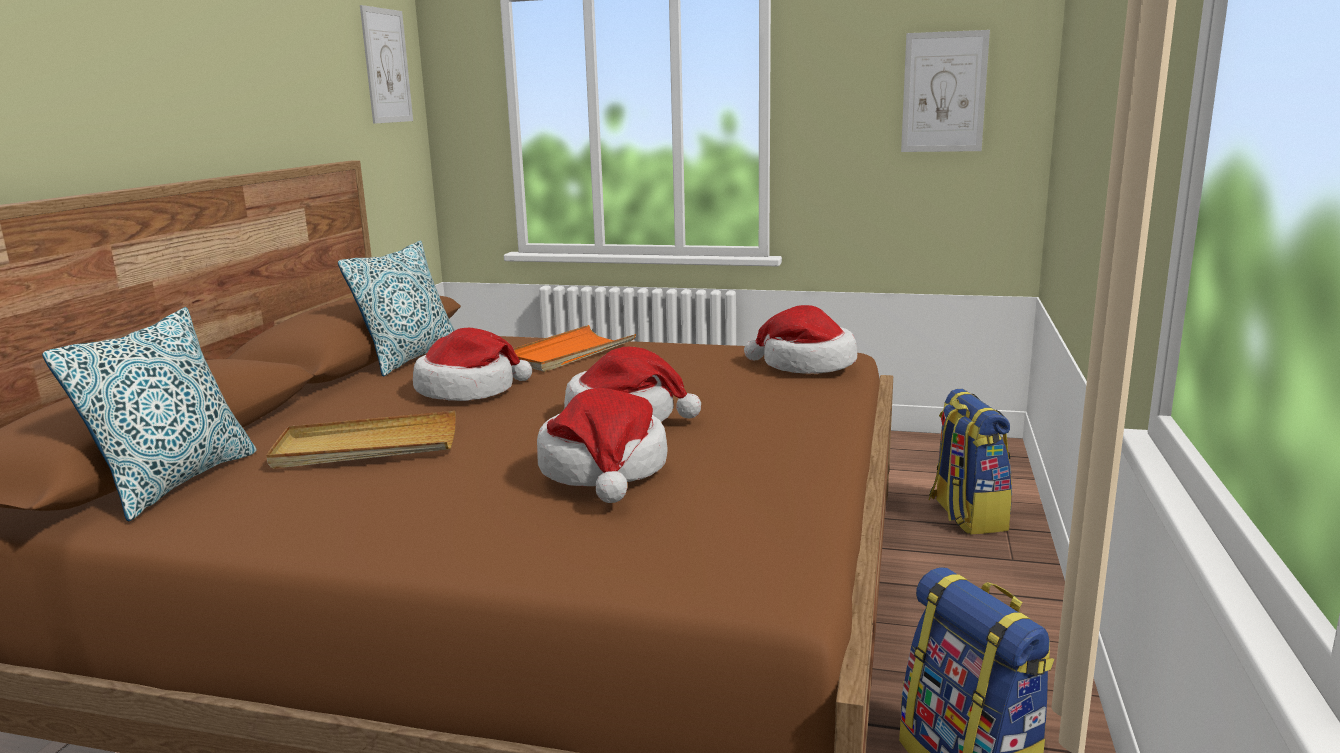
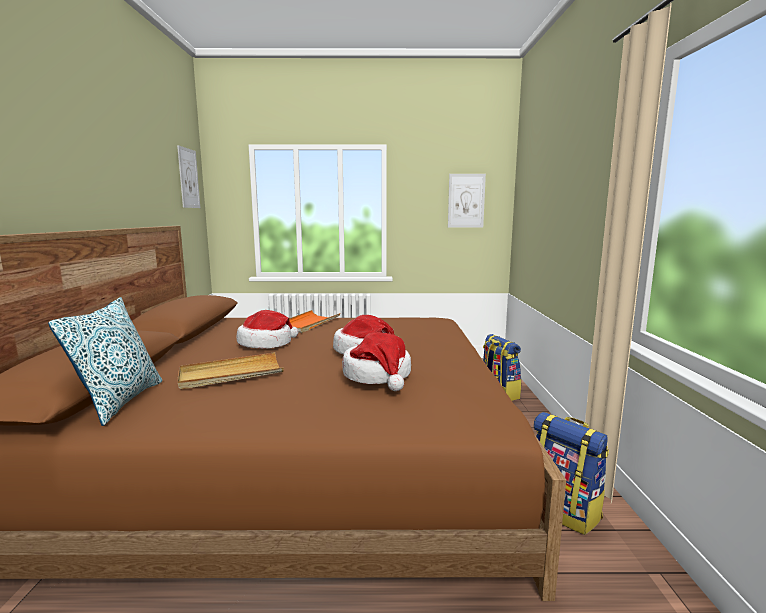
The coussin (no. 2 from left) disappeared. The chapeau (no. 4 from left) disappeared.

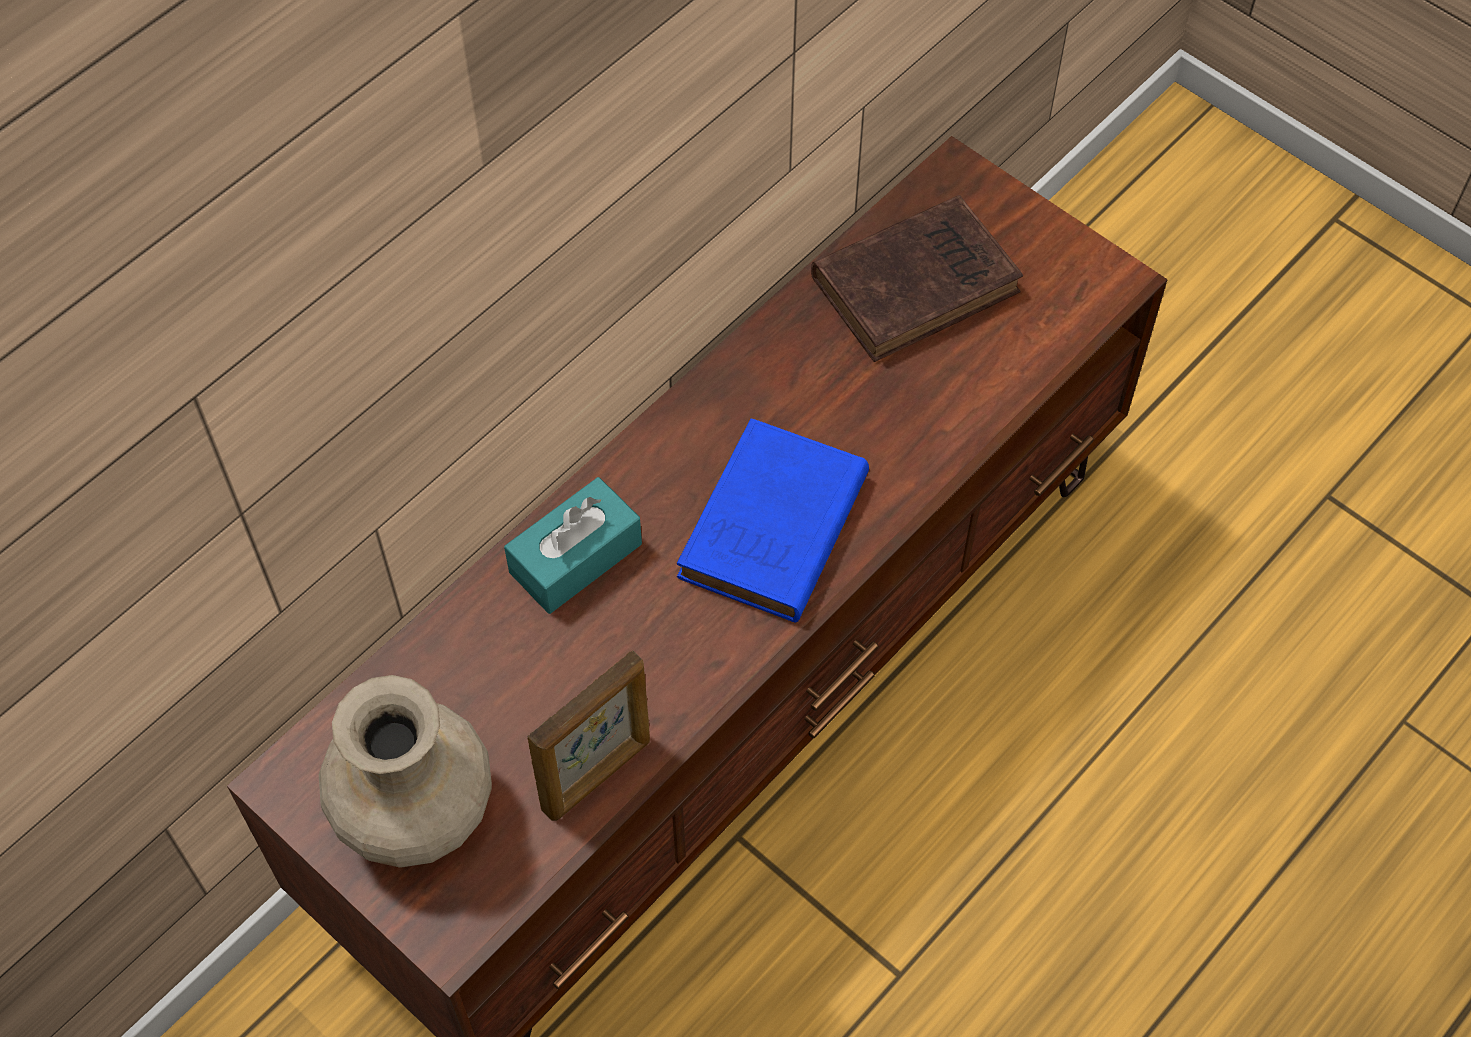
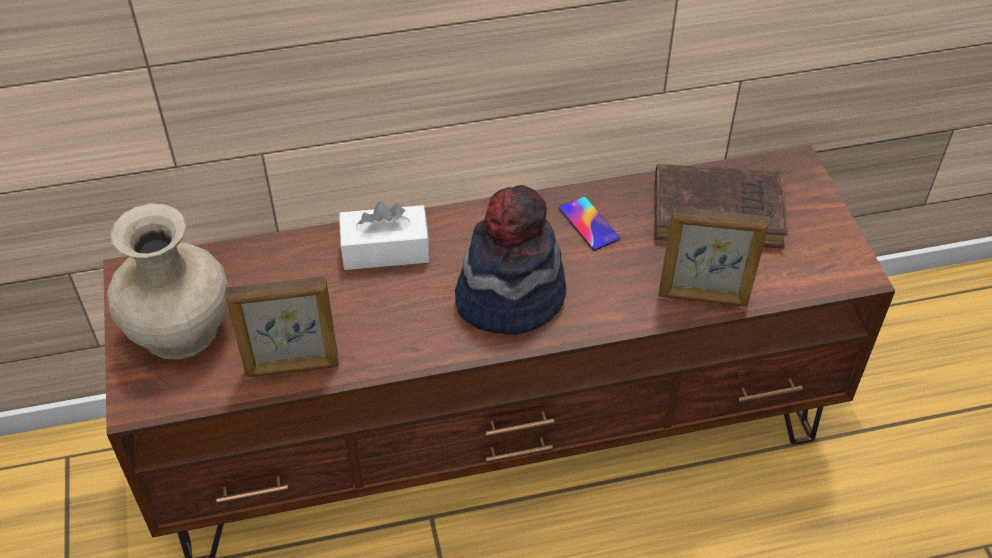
The téléphone appeared. The cadre photo (no. 2 from left) appeared. The livre [bleu] was replaced by the chapeau. The boîte à mouchoirs [turquoise] became the boîte à mouchoirs [blanc].

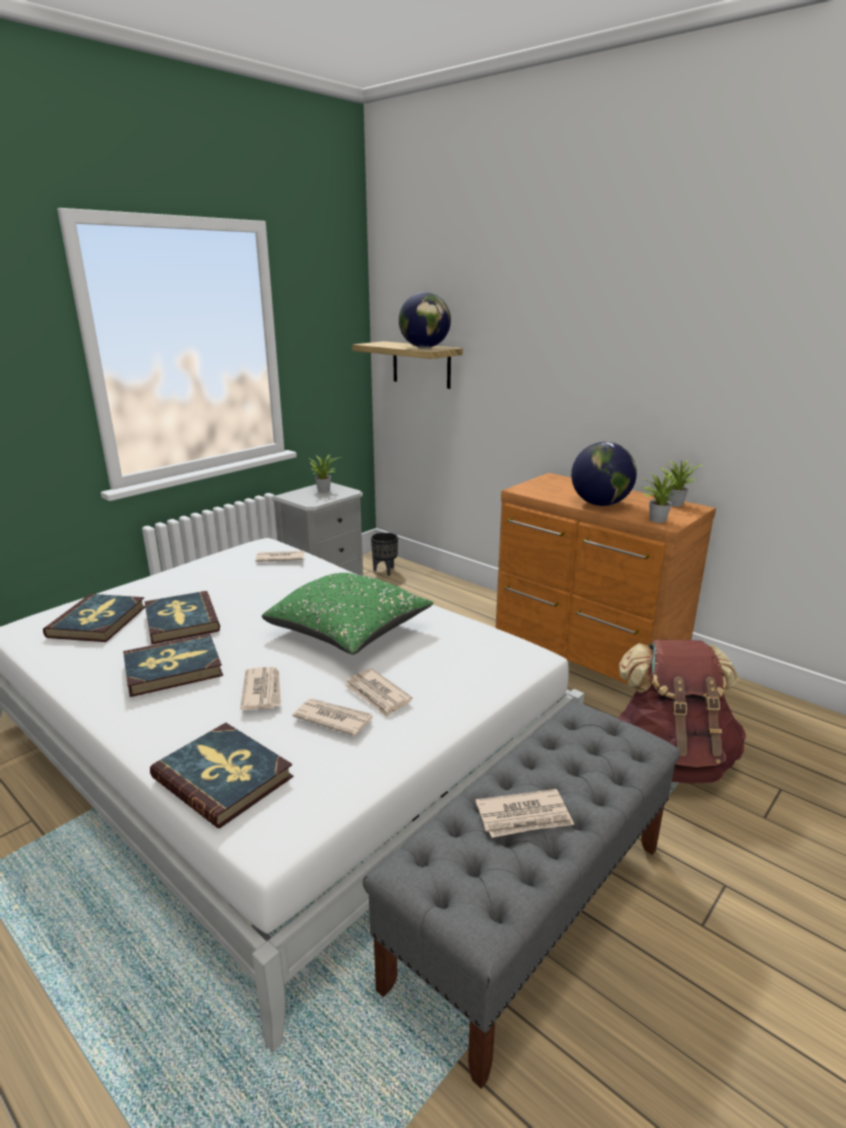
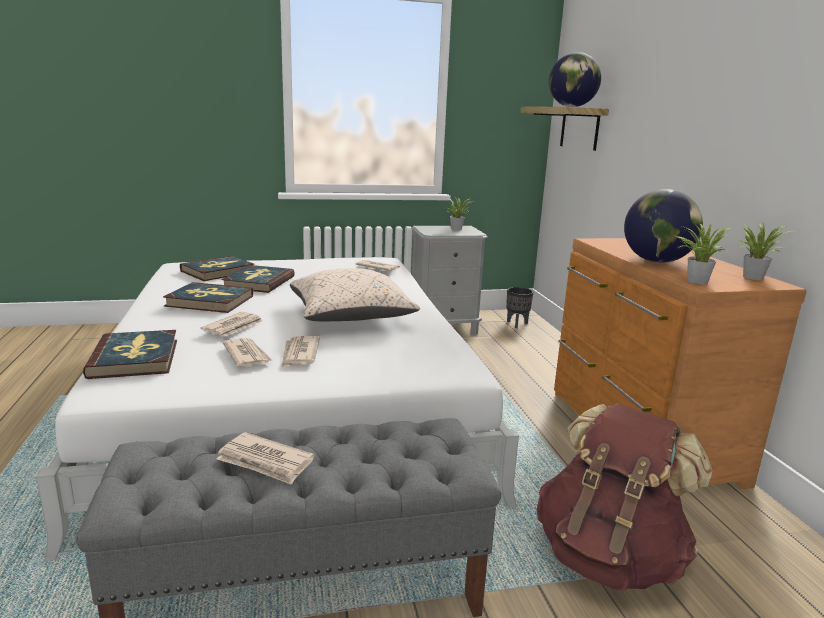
The coussin [vert] became the coussin [beige].

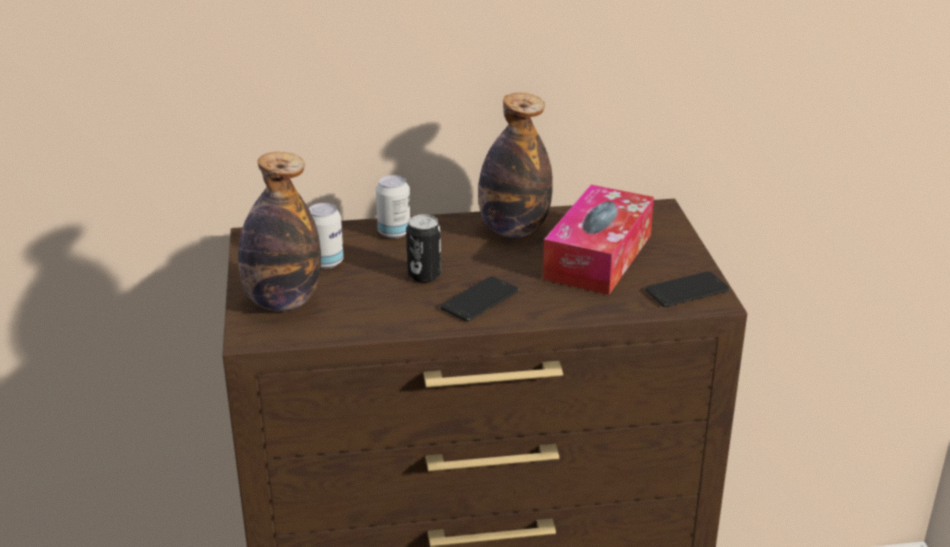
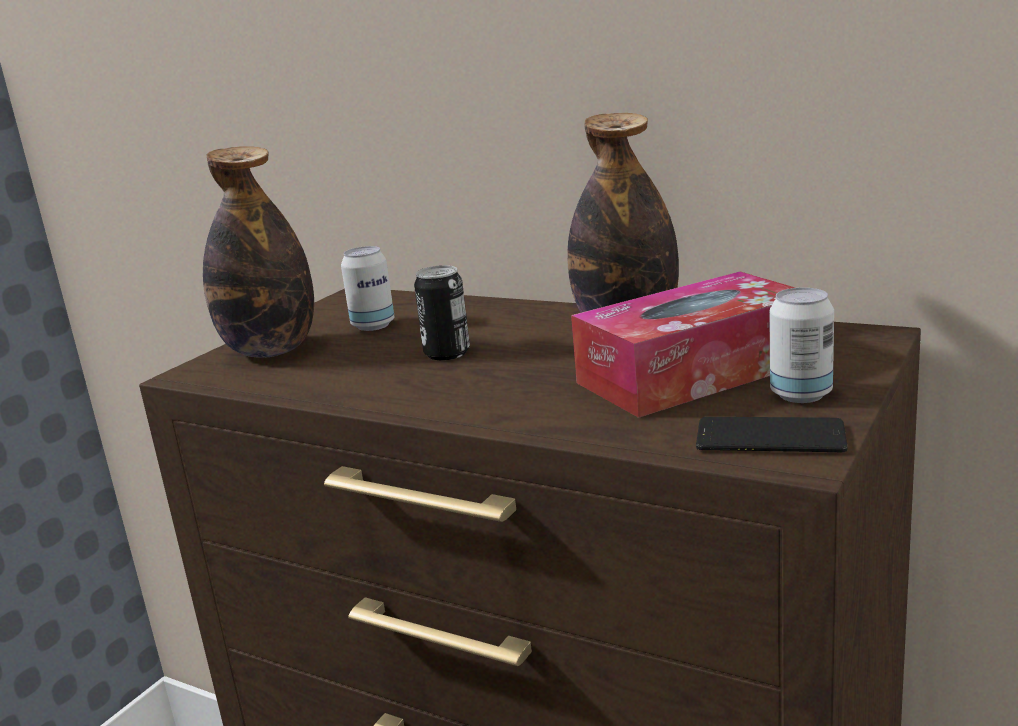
The téléphone (no. 1 from left) disappeared. The boîte métallique (no. 2 from left in the first image) moved.

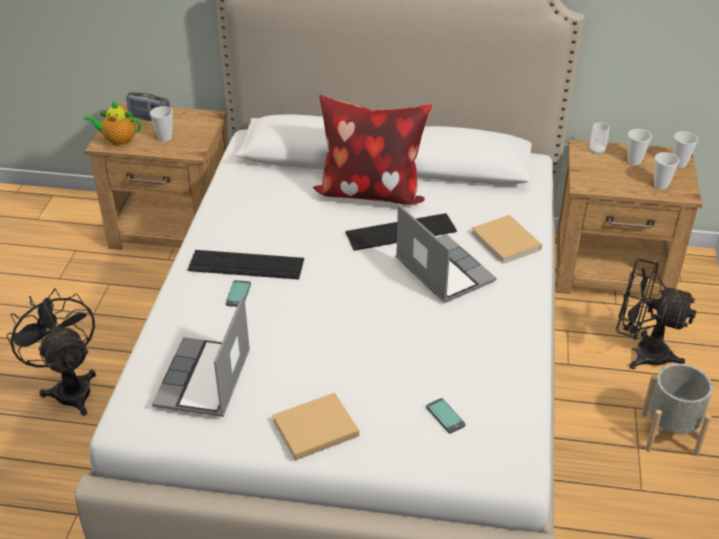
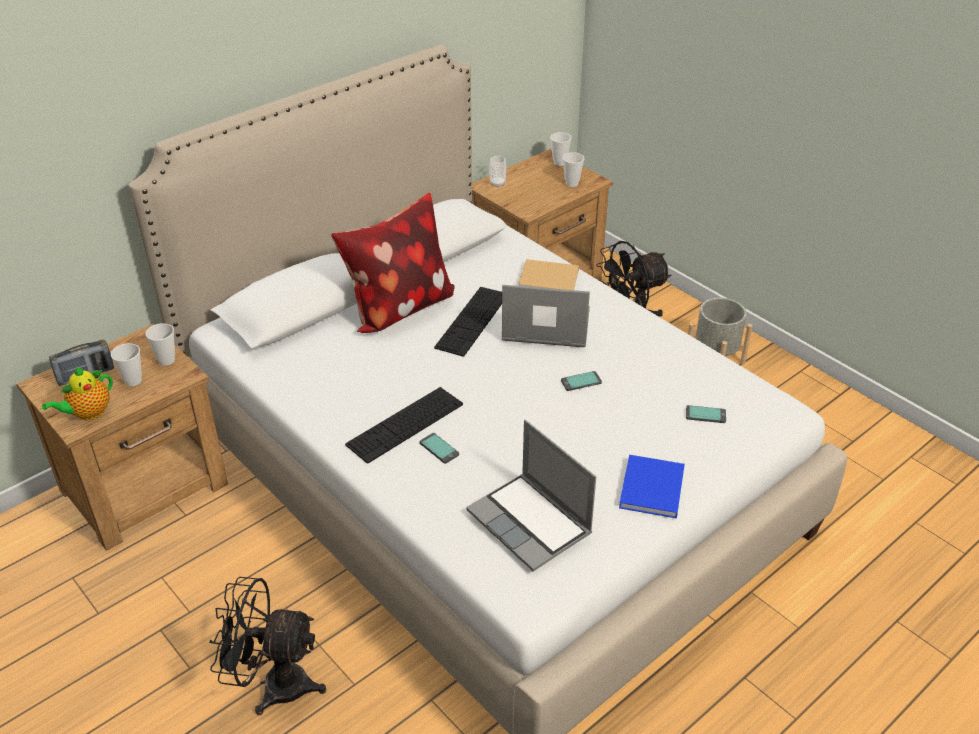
The téléphone (no. 2 from left) appeared. The tasse (no. 3 from left in the first image) moved. The livre [beige] (no. 1 from left) became the livre [bleu].

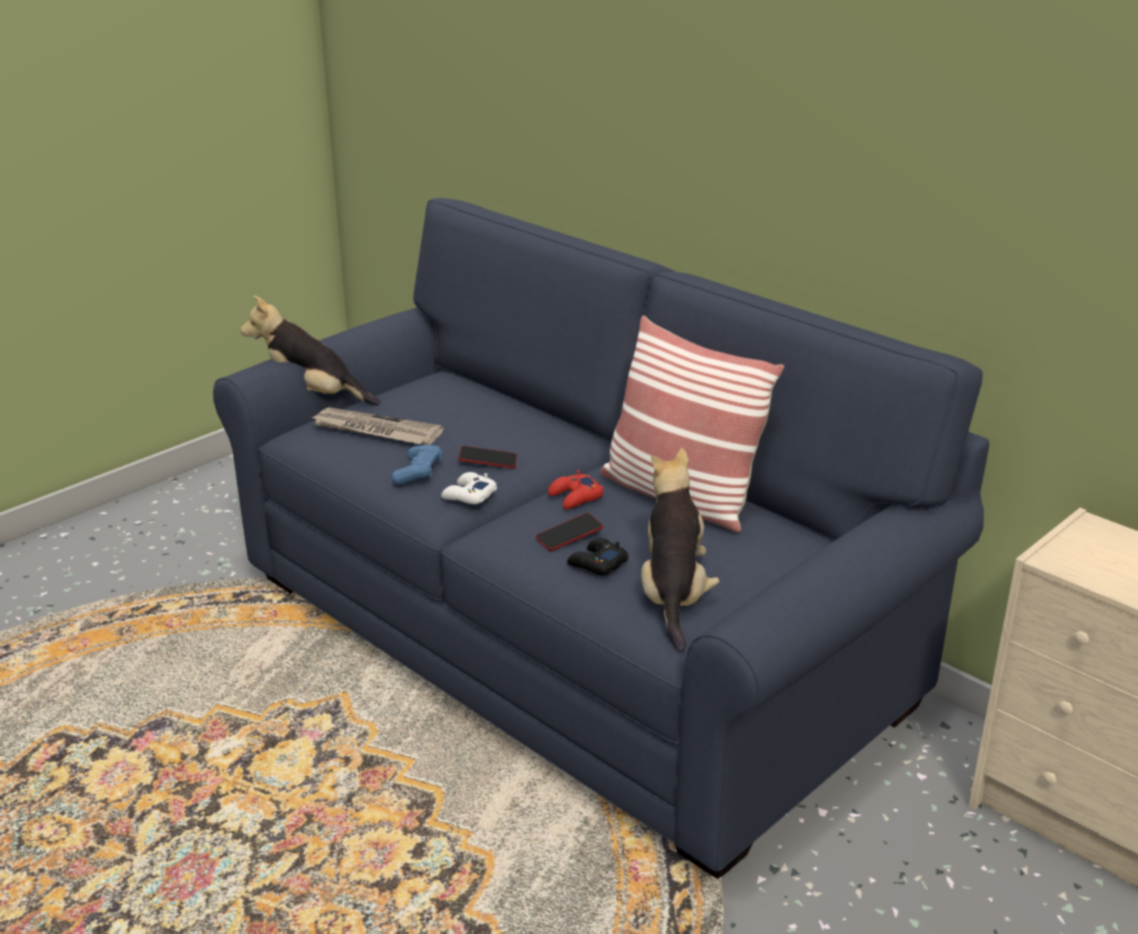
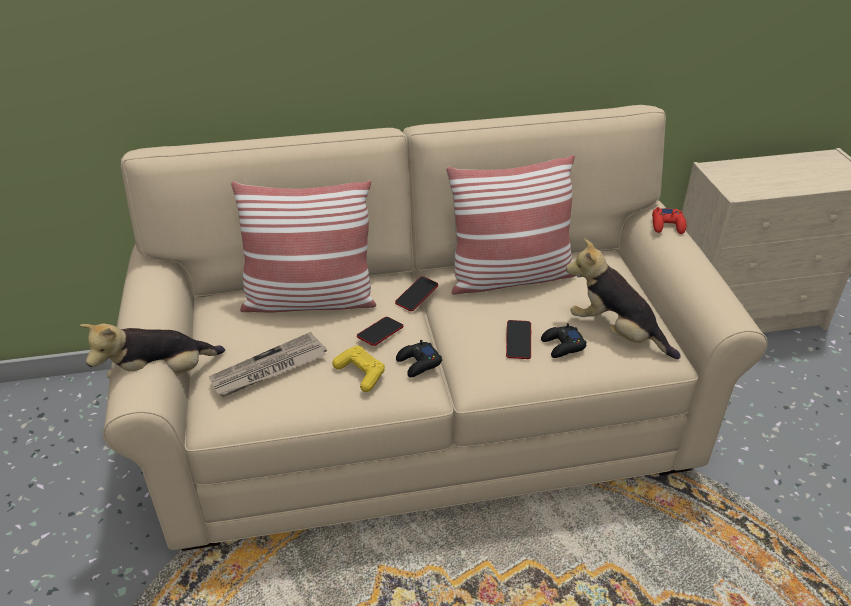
The coussin (no. 1 from left) appeared. The téléphone (no. 2 from left) appeared. The manette [rouge] moved. The canapé [bleu] became the canapé [beige]. The manette [bleu] became the manette [jaune]. The manette [blanc] became the manette [noir] (no. 1 from left).

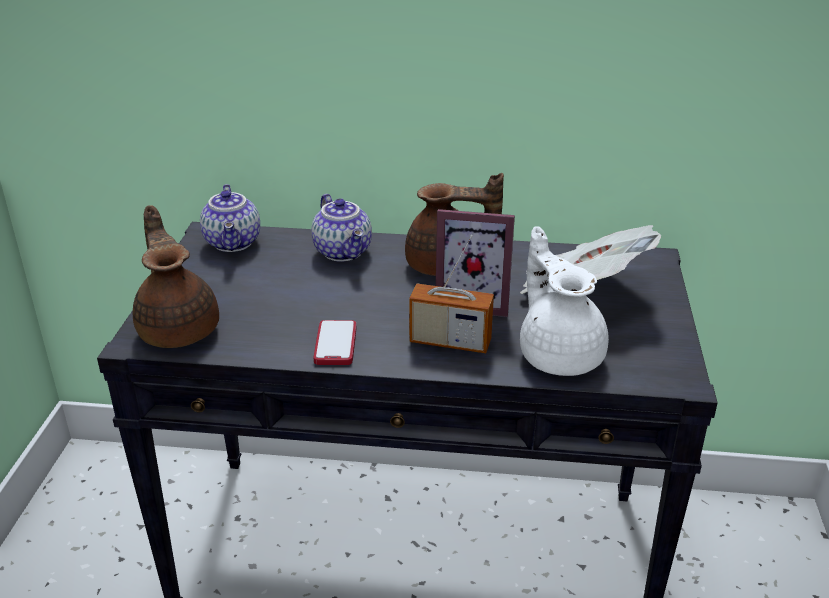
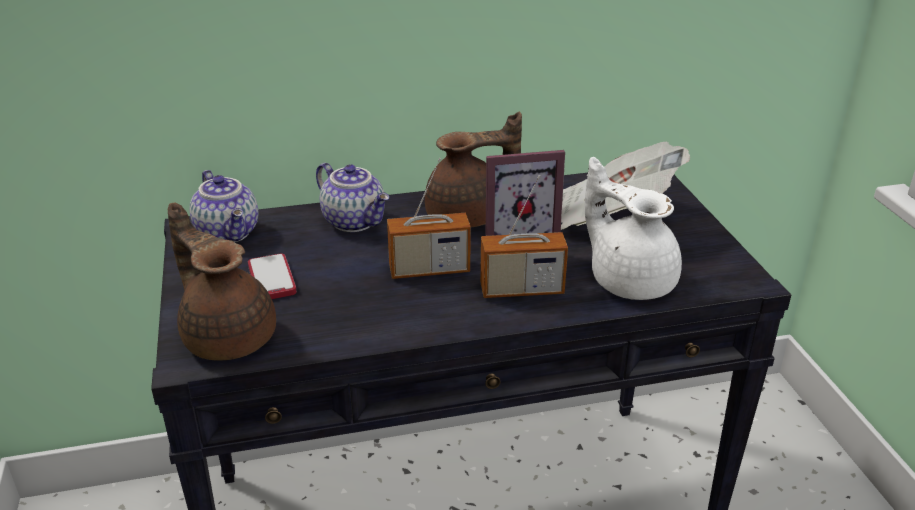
The radio (no. 1 from left) appeared. The téléphone moved.

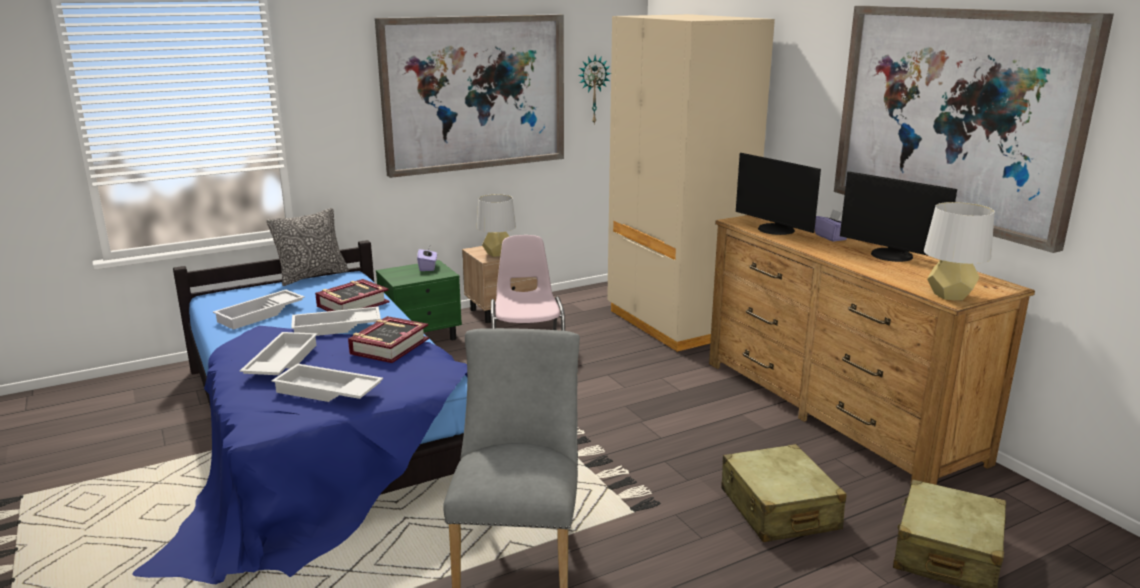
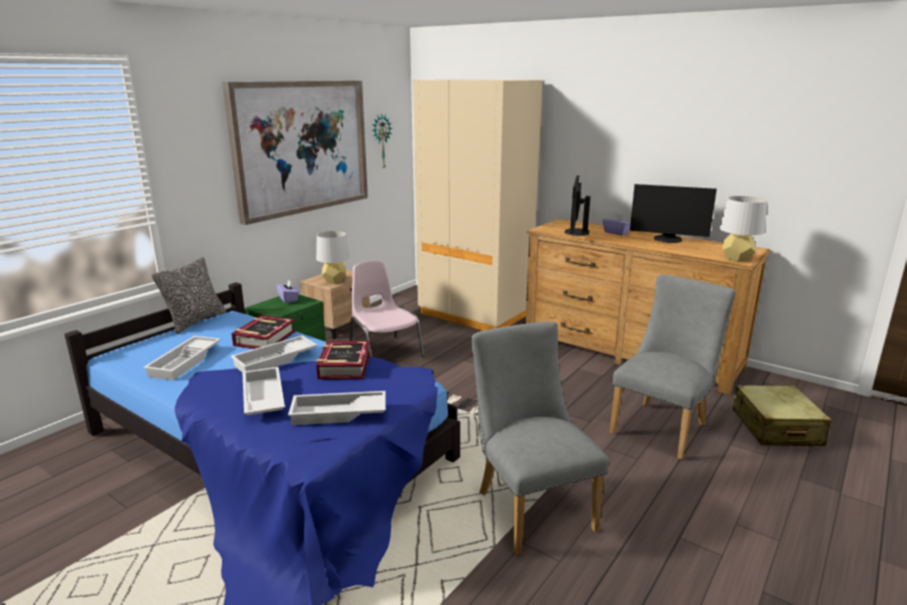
The tableau (no. 2 from left) disappeared. The valise [beige] (no. 1 from left) was replaced by the chaise [gris] (no. 2 from left). The écran d'ordinateur (no. 1 from left) turned 75 degrees clockwise.

